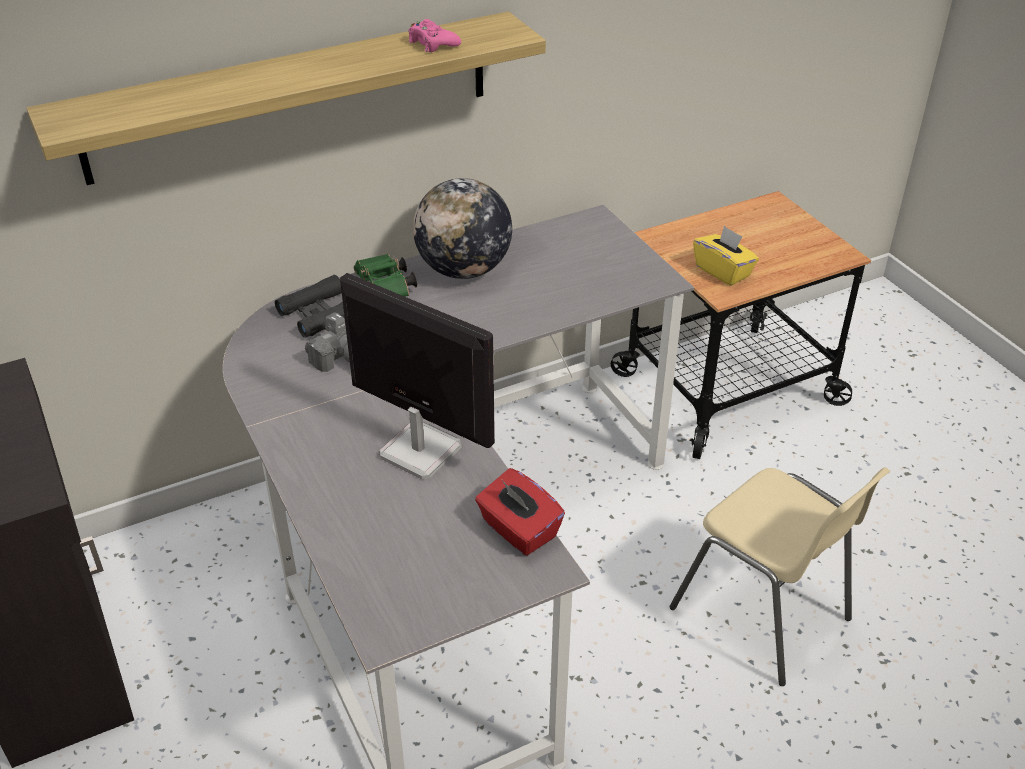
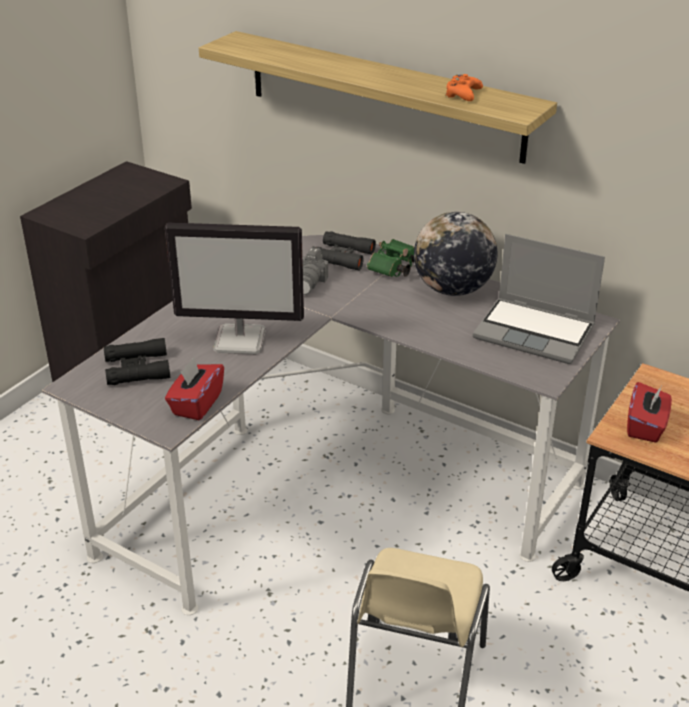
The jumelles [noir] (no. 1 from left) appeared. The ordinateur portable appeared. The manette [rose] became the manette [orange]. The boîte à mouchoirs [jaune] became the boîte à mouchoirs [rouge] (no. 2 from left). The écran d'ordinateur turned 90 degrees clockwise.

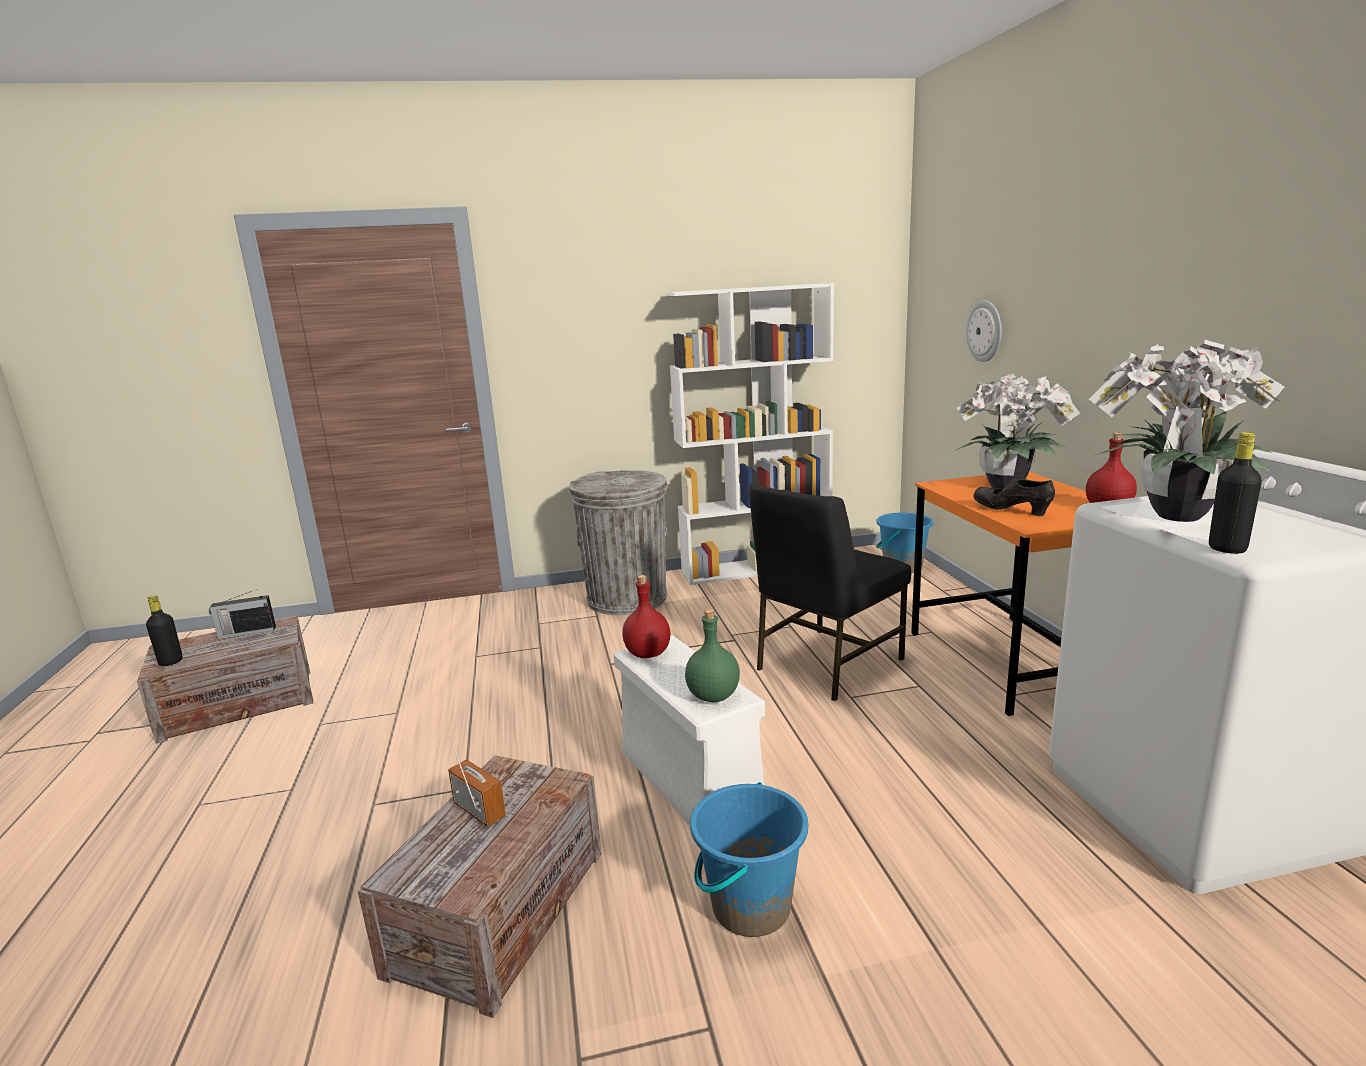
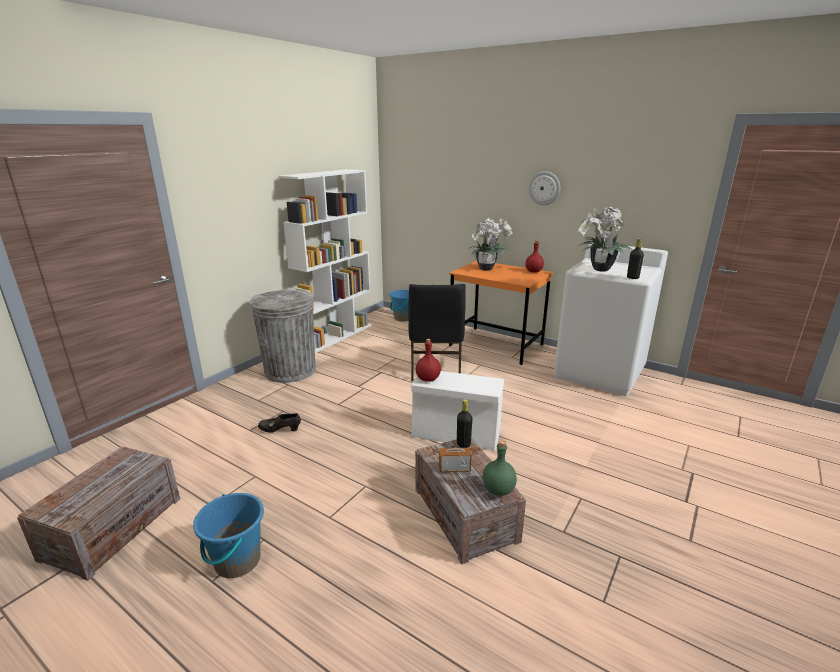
The radio (no. 1 from left) disappeared. The bouteille [noir] (no. 1 from left) moved. The bouteille [vert] moved. The seau [bleu] (no. 1 from left) moved. The horloge murale moved. The chaussure [noir] moved.

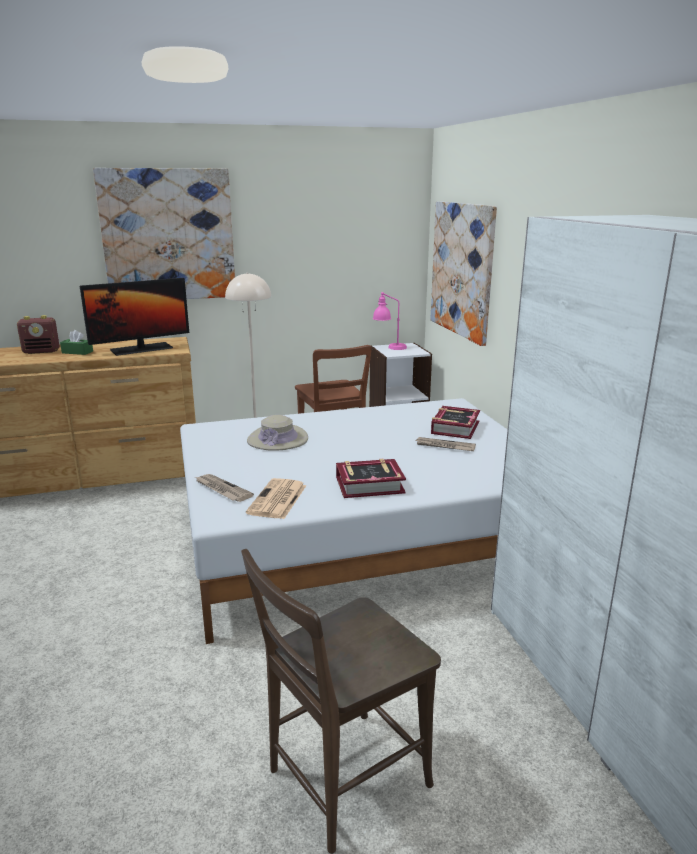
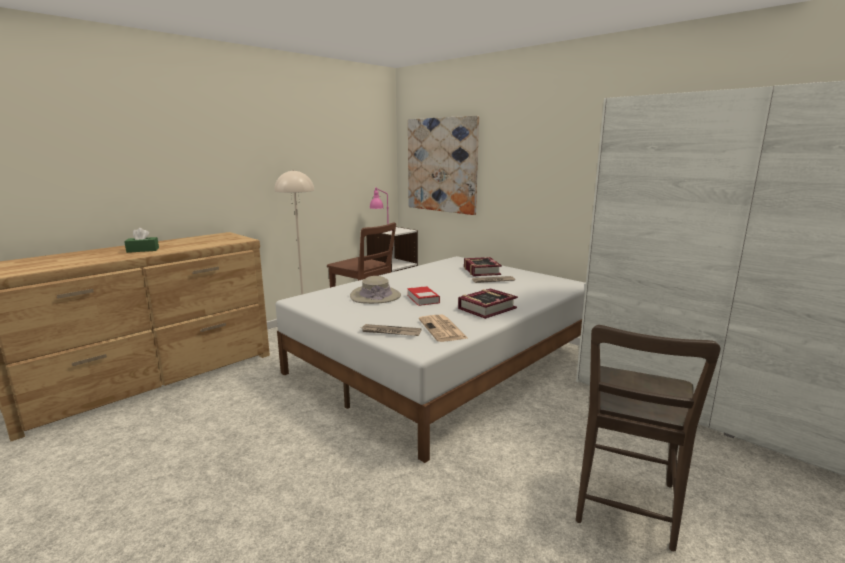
The radio disappeared. The écran d'ordinateur disappeared. The tableau (no. 1 from left) disappeared. The livre (no. 1 from left) appeared.

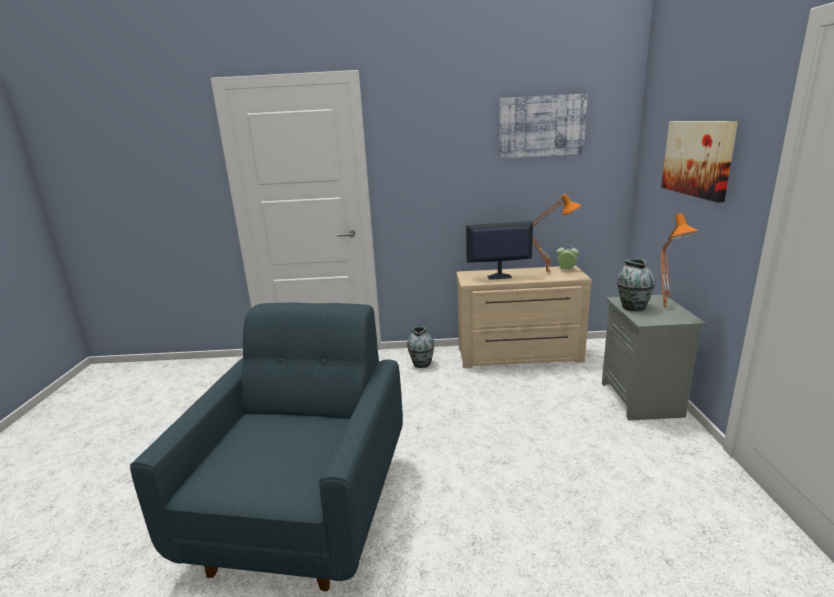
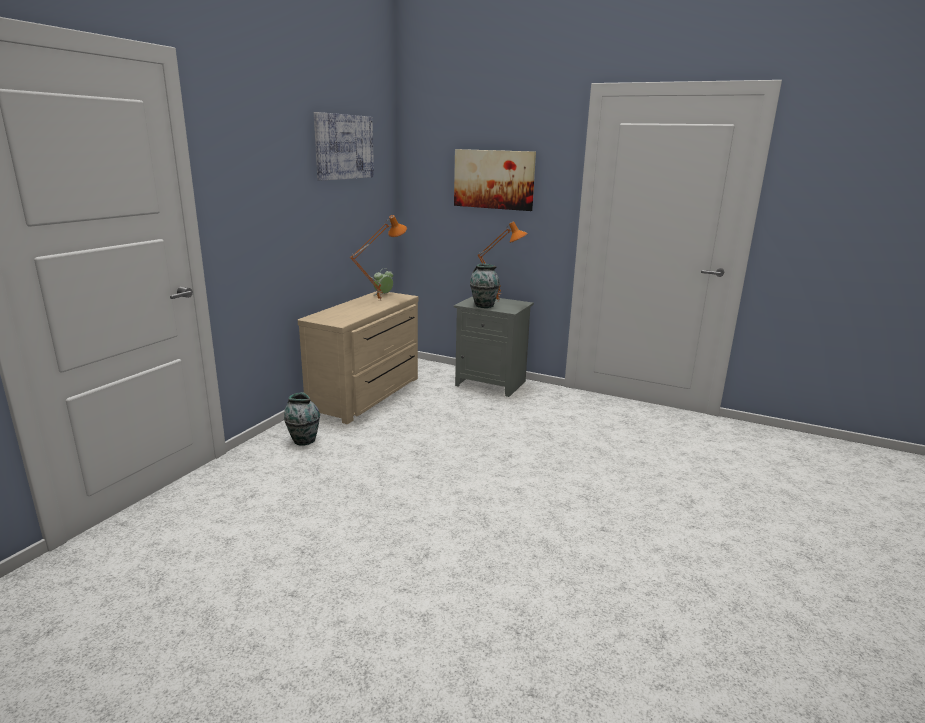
The fauteuil [bleu] disappeared. The écran d'ordinateur disappeared.

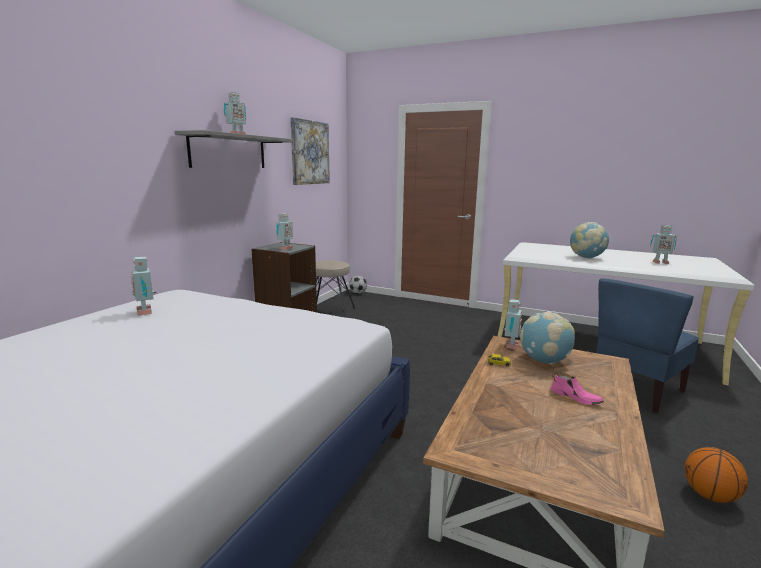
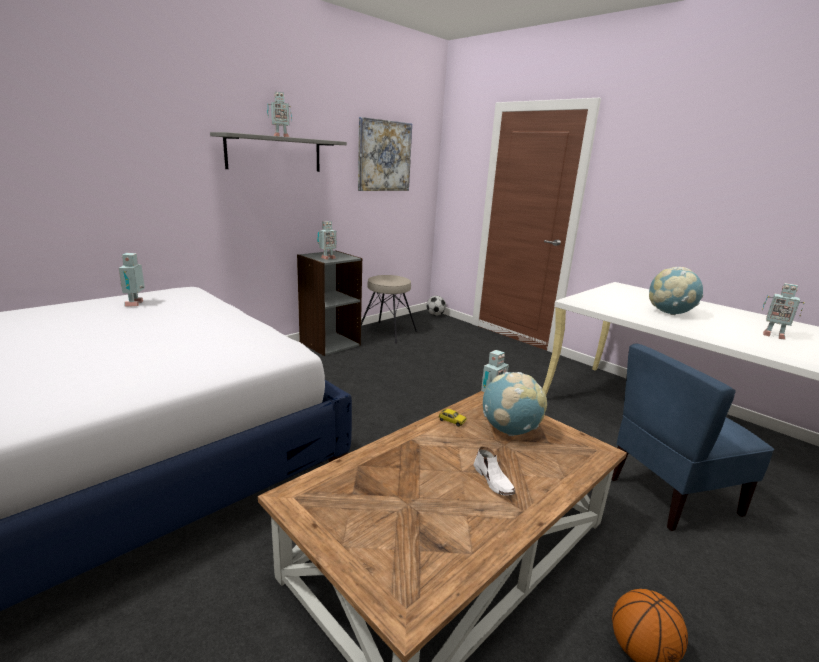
The chaussure [rose] became the chaussure [blanc].

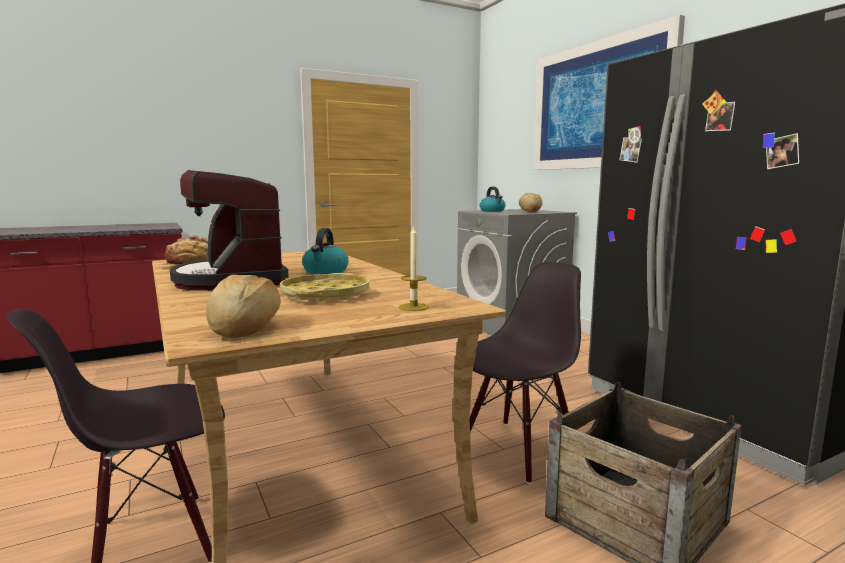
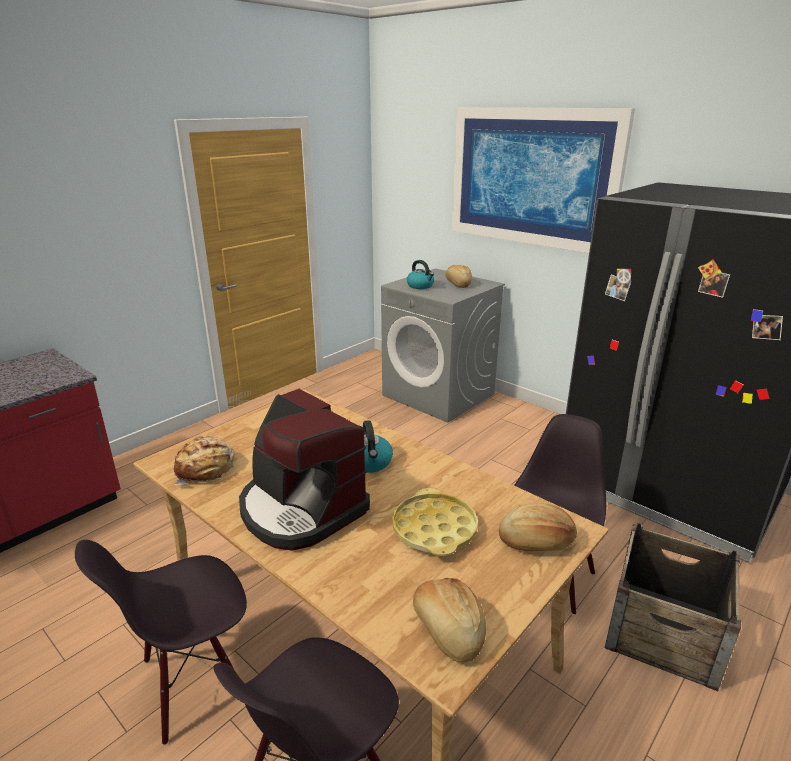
The chaise [noir] (no. 1 from left) appeared. The bougie was replaced by the pain (no. 4 from left).

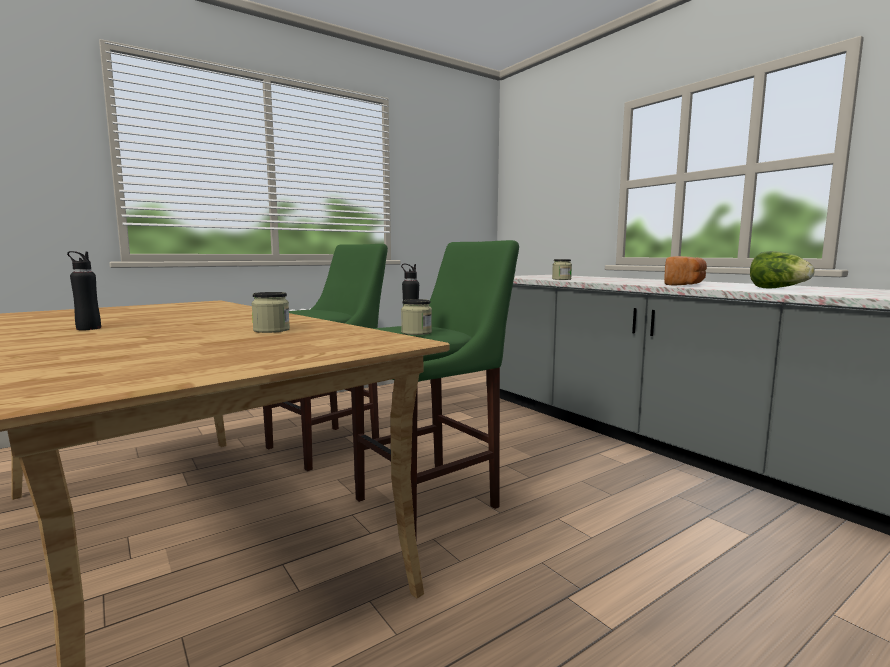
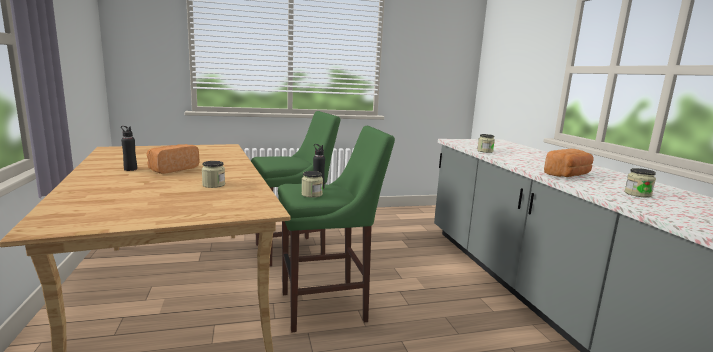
The pain (no. 1 from left) appeared. The laitue was replaced by the bocal (no. 4 from left).

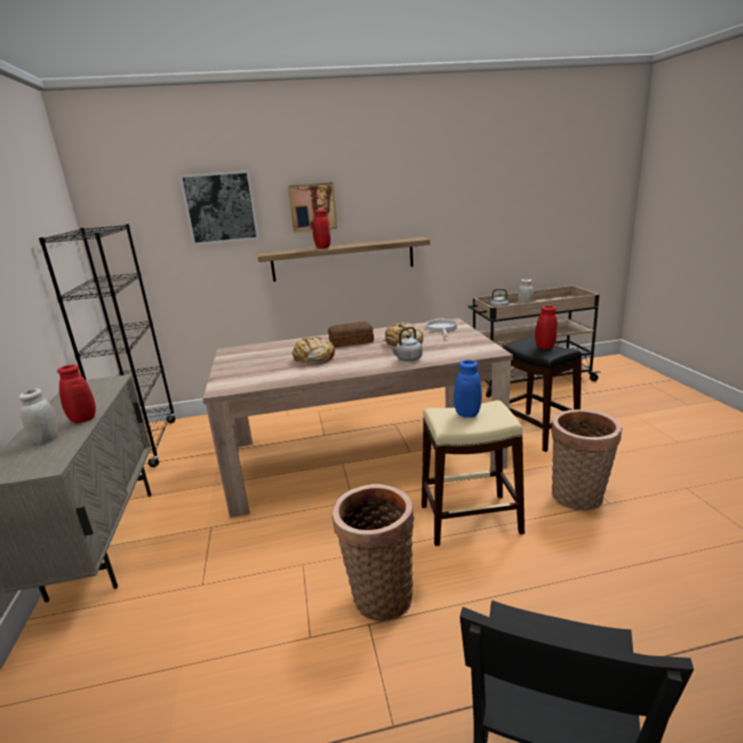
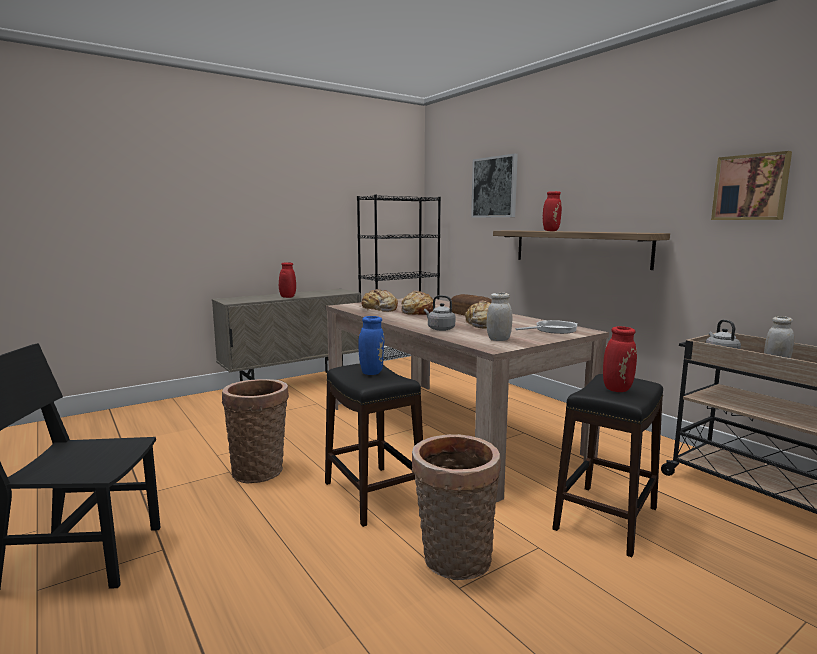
The pain (no. 1 from left) appeared. The bocal [blanc] (no. 1 from left) moved. The tableau (no. 2 from left) moved. The tabouret [beige] became the tabouret [noir] (no. 1 from left).

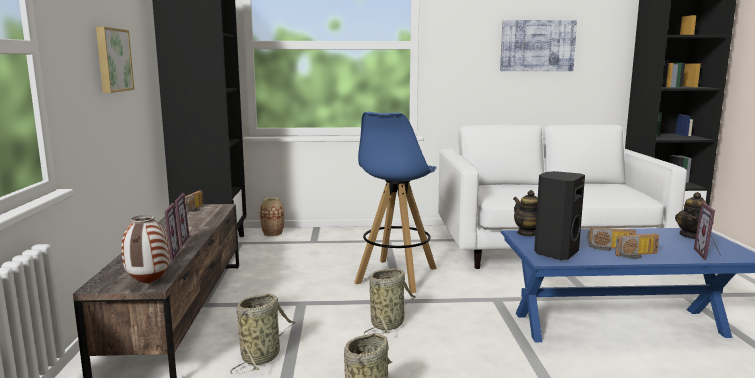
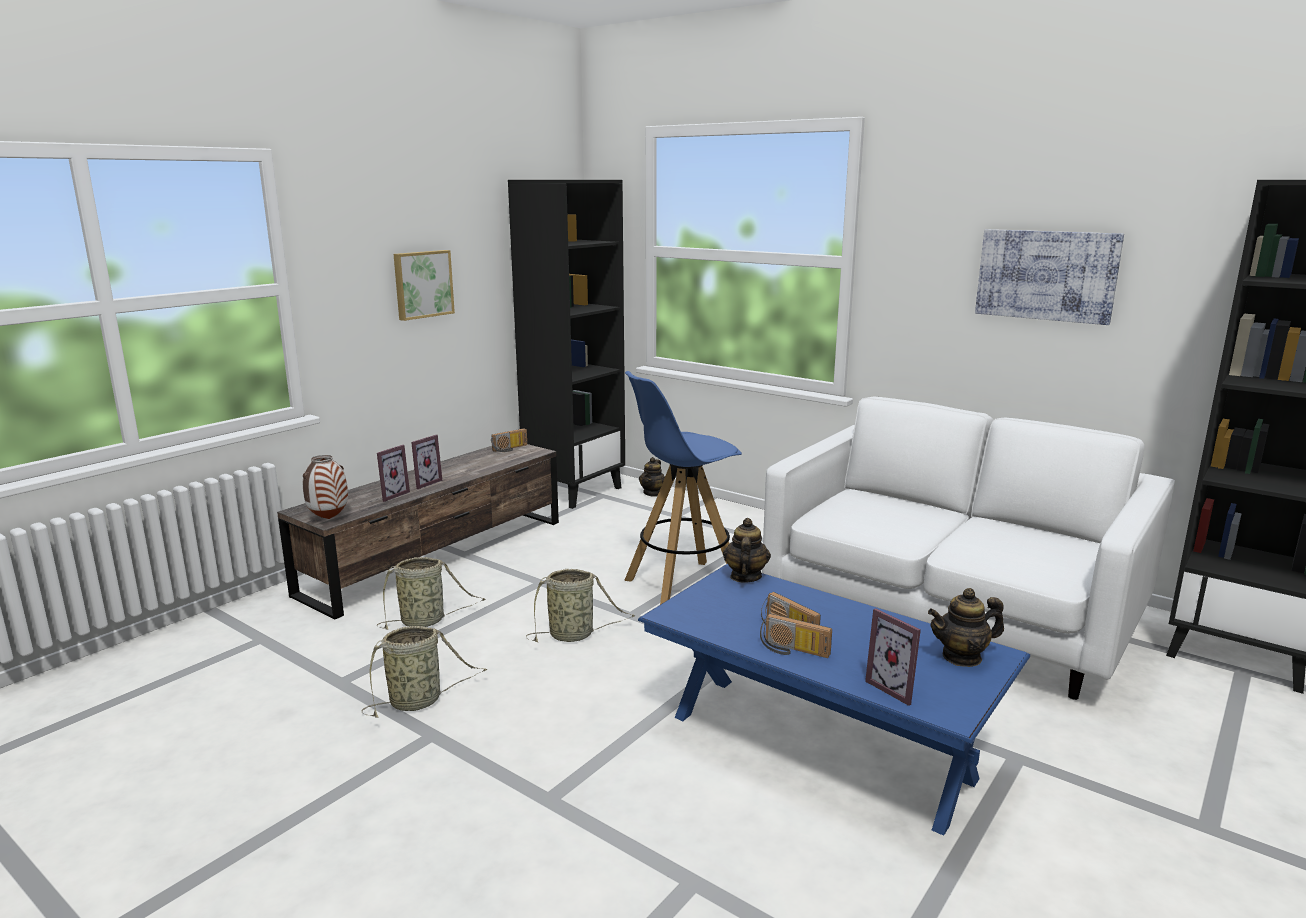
The enceinte [noir] disappeared. The vase (no. 2 from left) was replaced by the théière (no. 1 from left). The cadre photo (no. 3 from left) turned 90 degrees counterclockwise.

